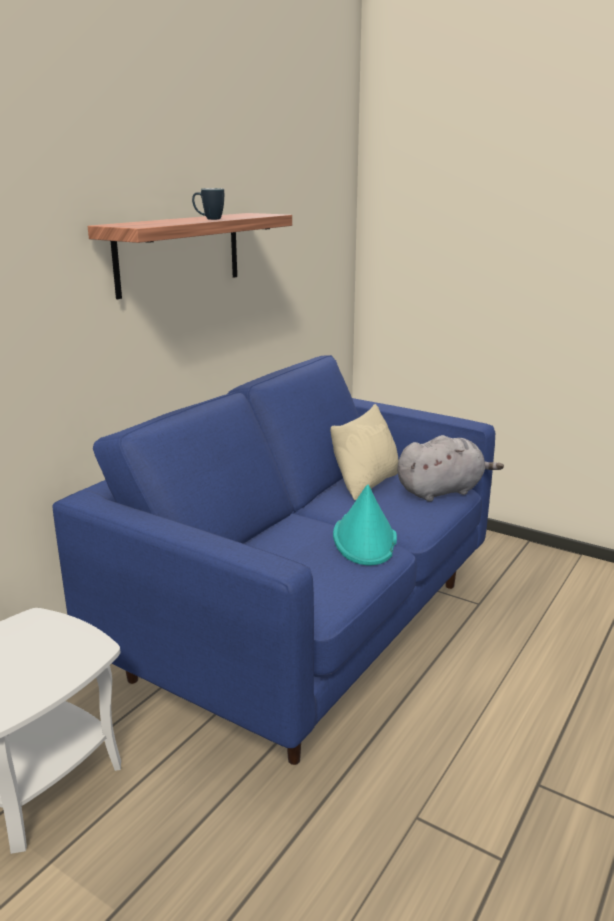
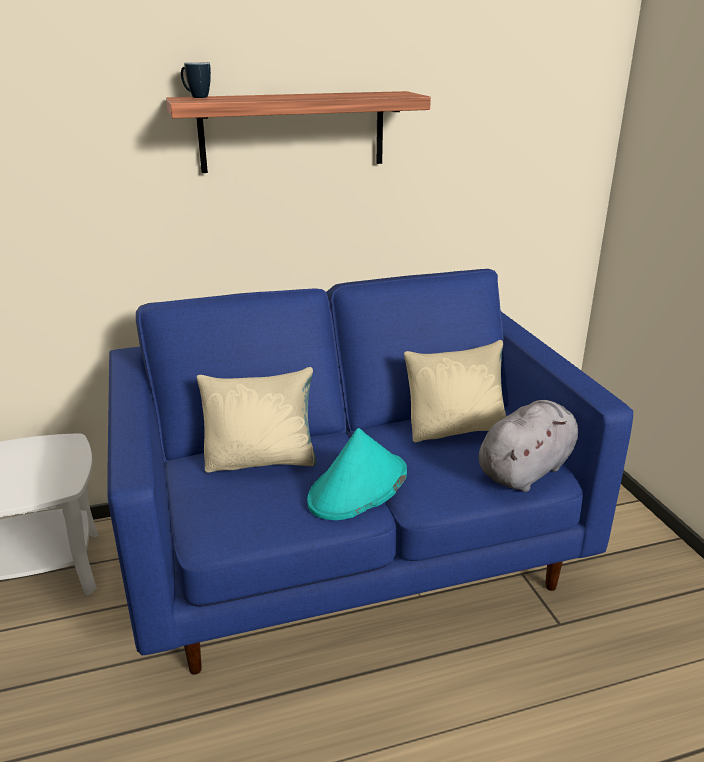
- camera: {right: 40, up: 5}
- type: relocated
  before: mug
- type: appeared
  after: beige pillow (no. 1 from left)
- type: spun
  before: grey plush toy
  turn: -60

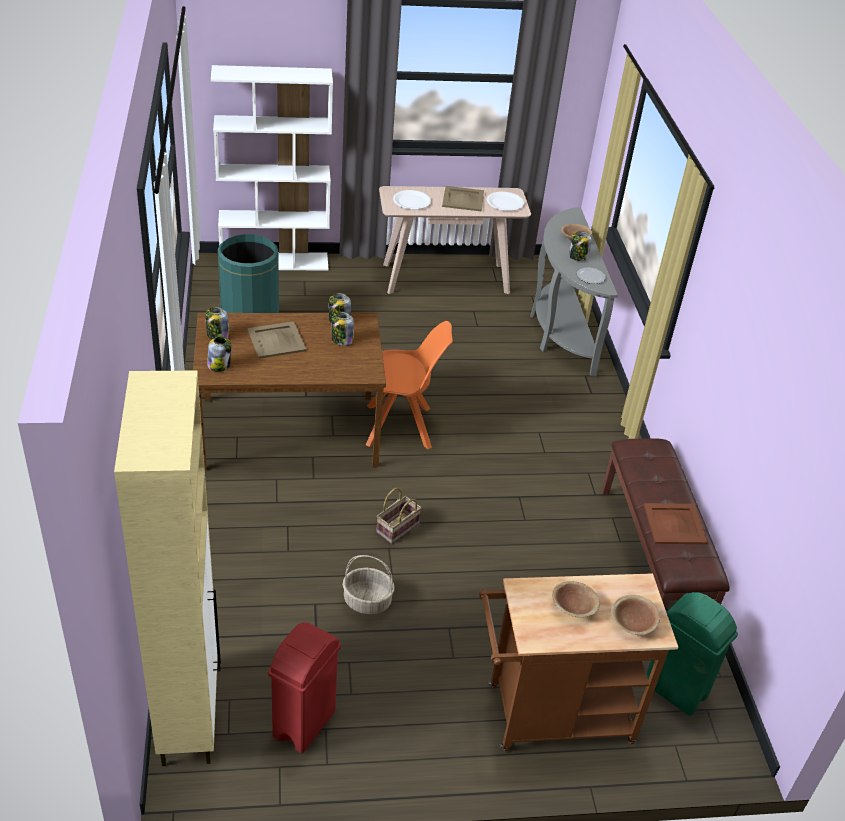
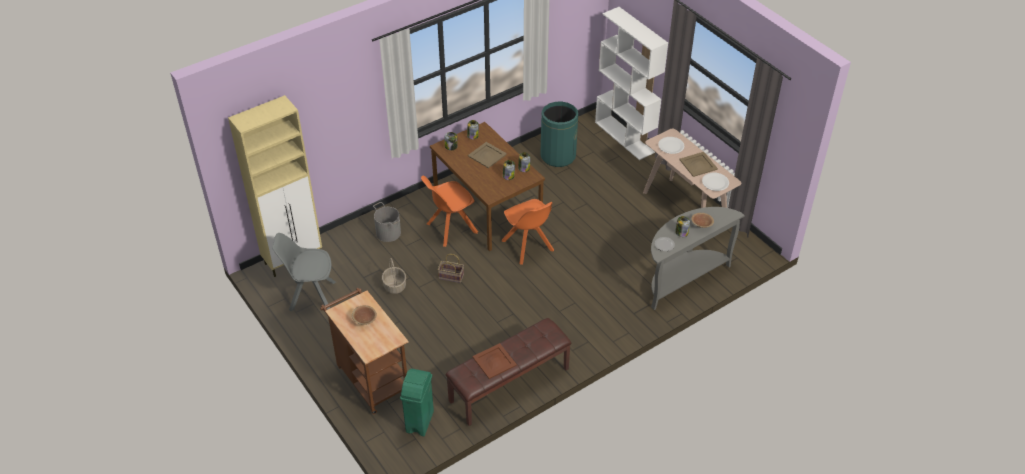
- camera: {right: 65, up: 5}
- type: exchanged
  before: red trash can
  after: grey chair
- type: appeared
  after: grey bucket
- type: appeared
  after: orange chair (no. 1 from left)
- type: missing
  before: brown bowl (no. 3 from left)

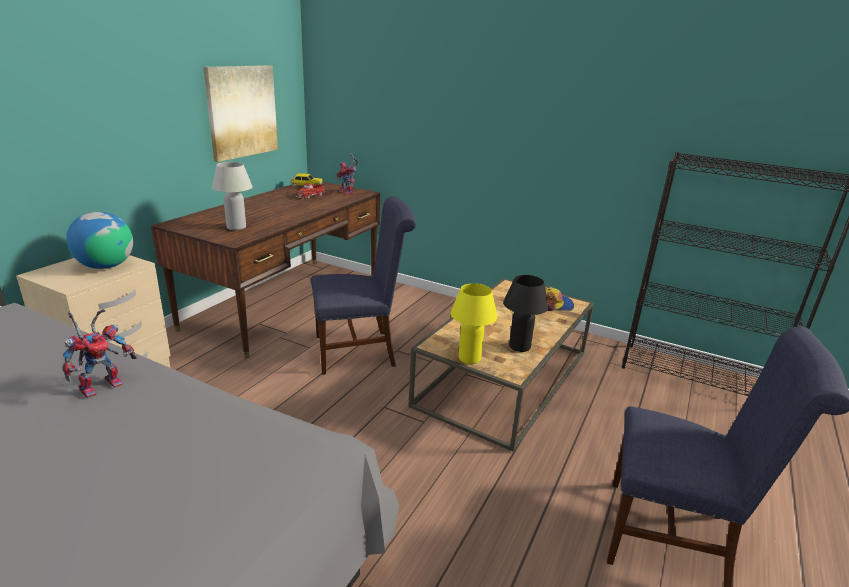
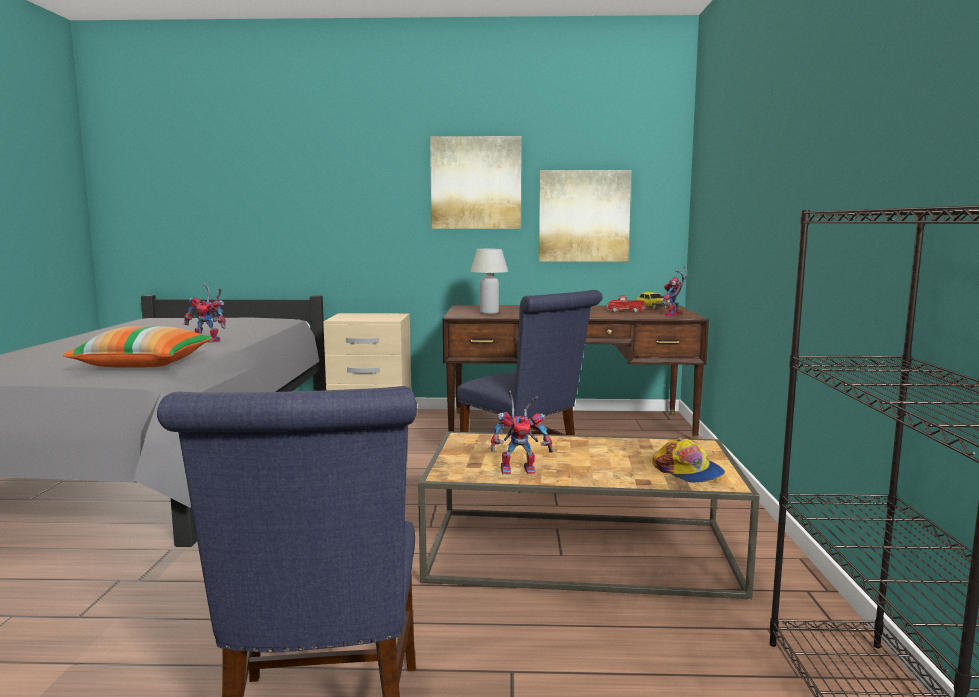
- camera: {right: 65, up: -15}
- type: appeared
  after: pillow
- type: appeared
  after: picture (no. 1 from left)
- type: exchanged
  before: black table lamp
  after: toy robot (no. 2 from left)
- type: missing
  before: globe
- type: missing
  before: yellow table lamp

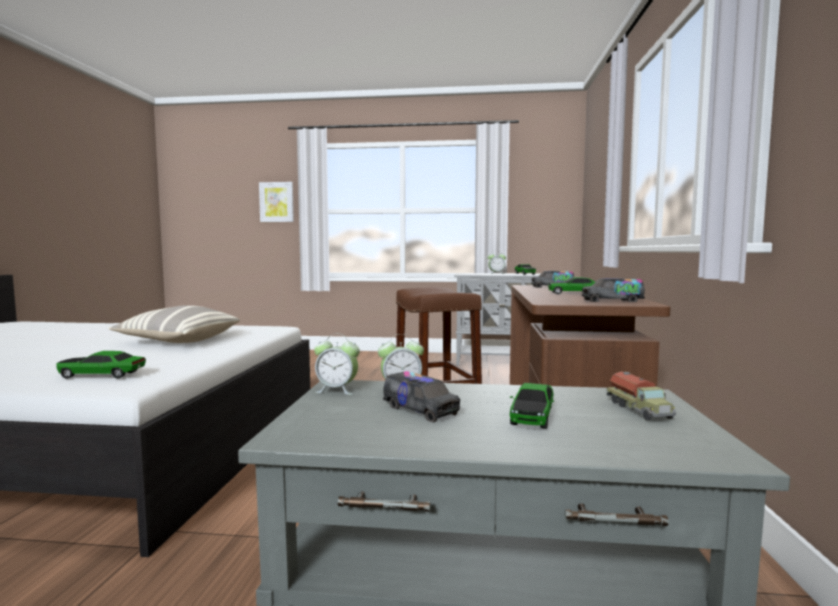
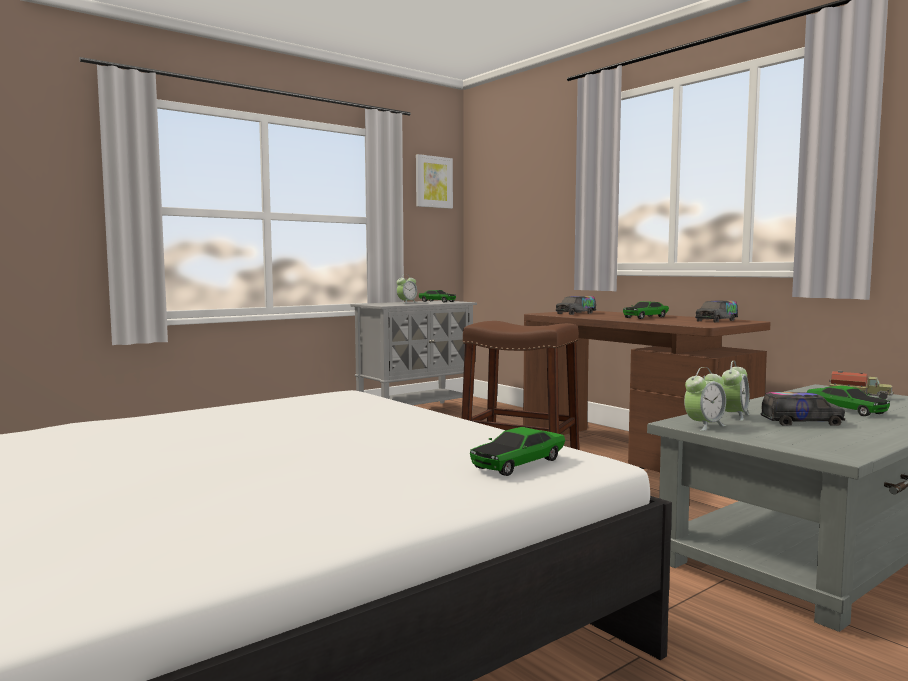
- camera: {right: -45, up: 0}
- type: relocated
  before: picture
- type: missing
  before: pillow

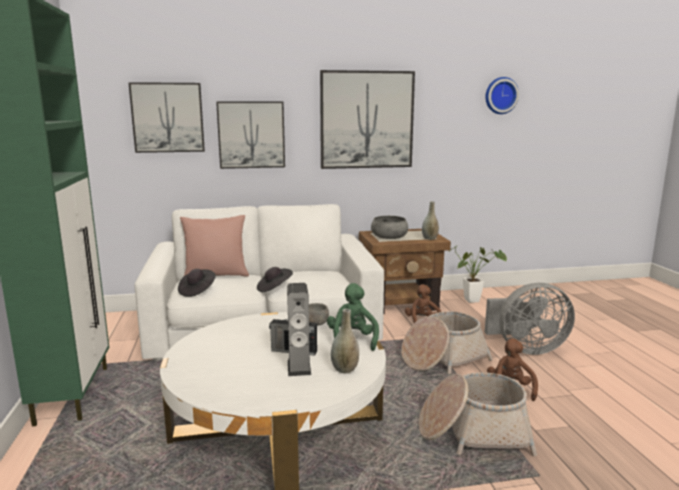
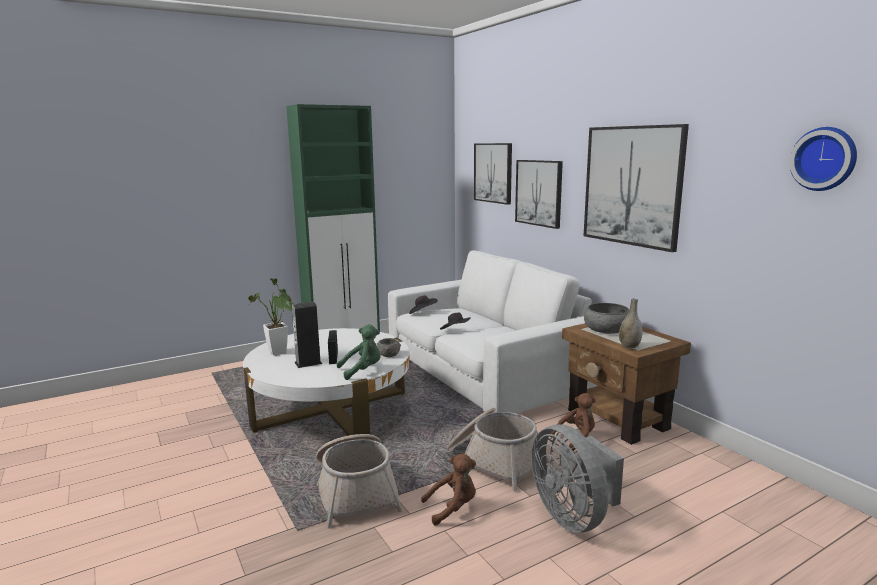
- camera: {right: 70, up: 0}
- type: relocated
  before: potted plant
- type: missing
  before: pink pillow
- type: missing
  before: grey vase (no. 1 from left)

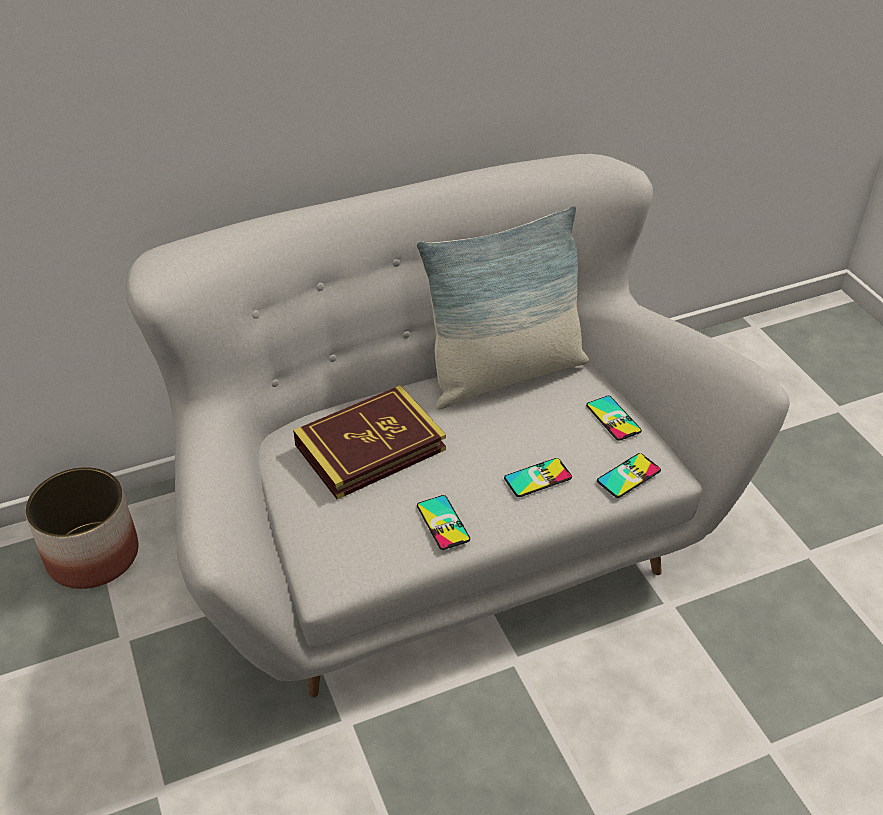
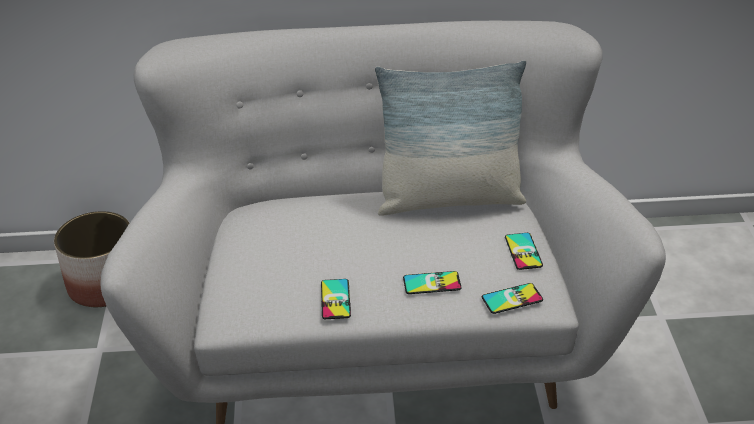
- camera: {right: 20, up: -5}
- type: missing
  before: book

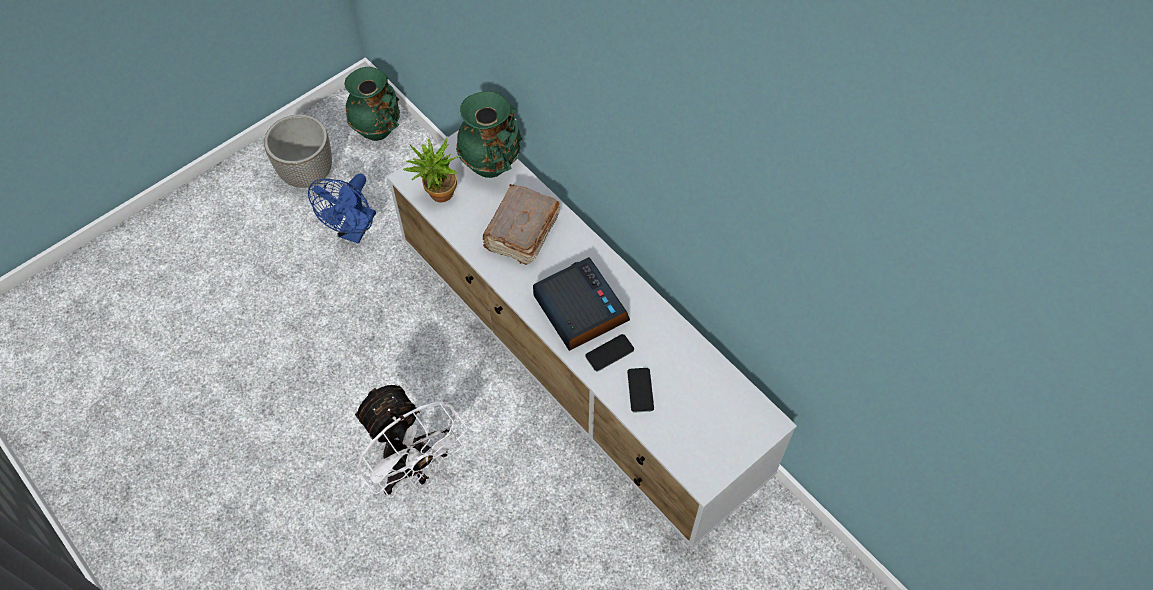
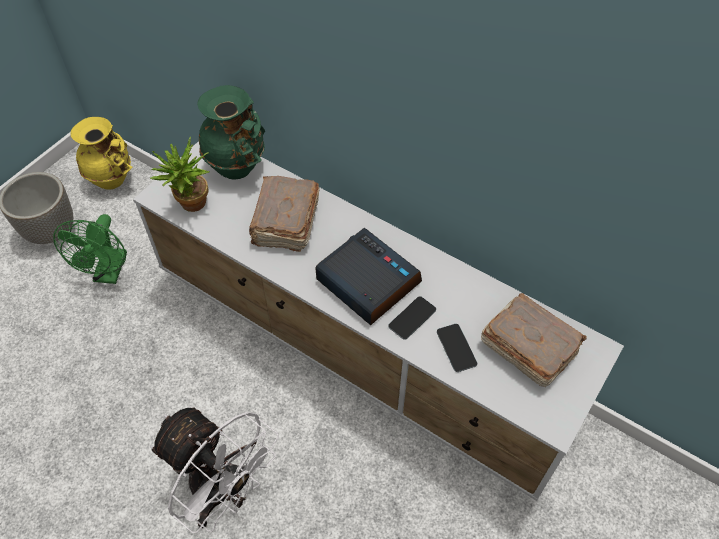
- camera: {right: -15, up: -5}
- type: colour
  before: blue fan
  after: green fan
- type: colour
  before: green vase (no. 1 from left)
  after: yellow vase
- type: appeared
  after: brown book (no. 2 from left)

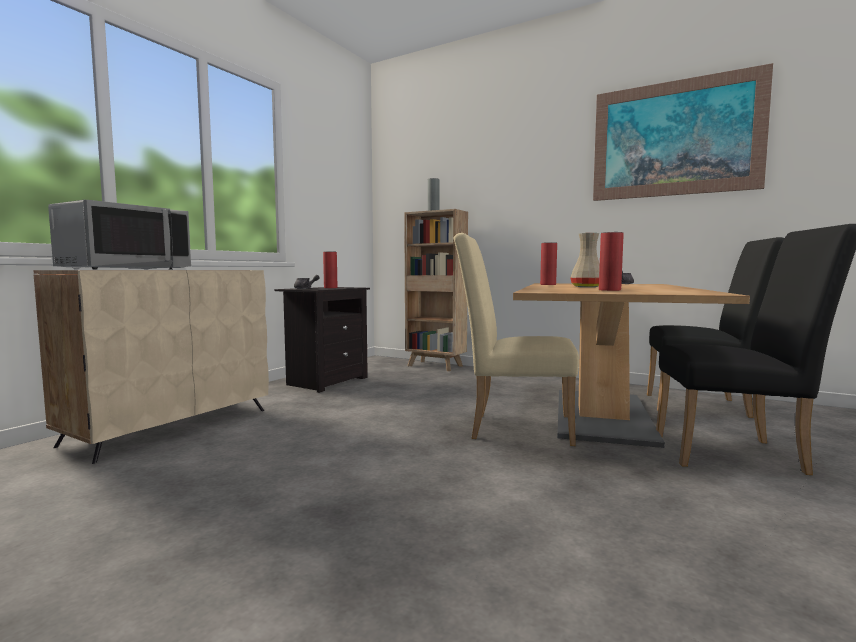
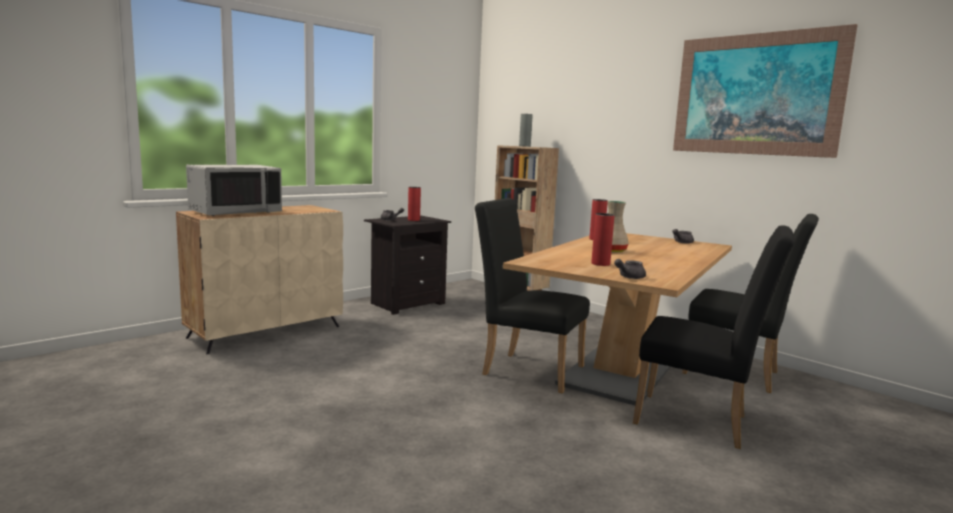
- camera: {right: 15, up: 5}
- type: colour
  before: beige chair
  after: black chair (no. 1 from left)
- type: appeared
  after: grey teapot (no. 2 from left)

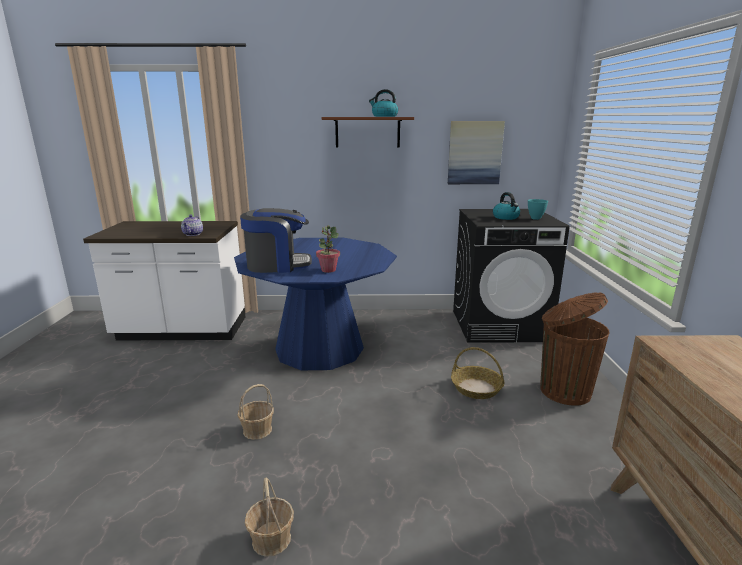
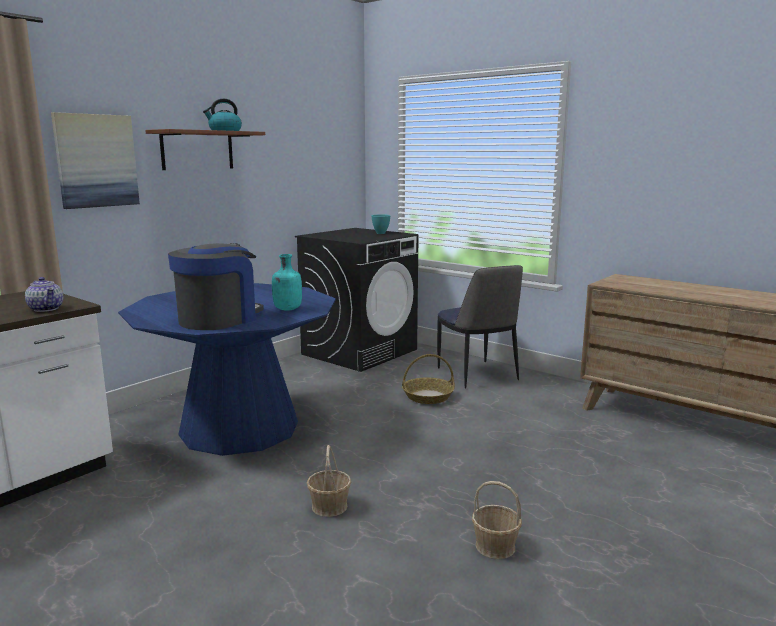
- camera: {right: -50, up: -5}
- type: relocated
  before: picture
- type: exchanged
  before: potted plant
  after: turquoise bottle
- type: exchanged
  before: brown trash can
  after: chair
- type: missing
  before: kettle (no. 2 from left)

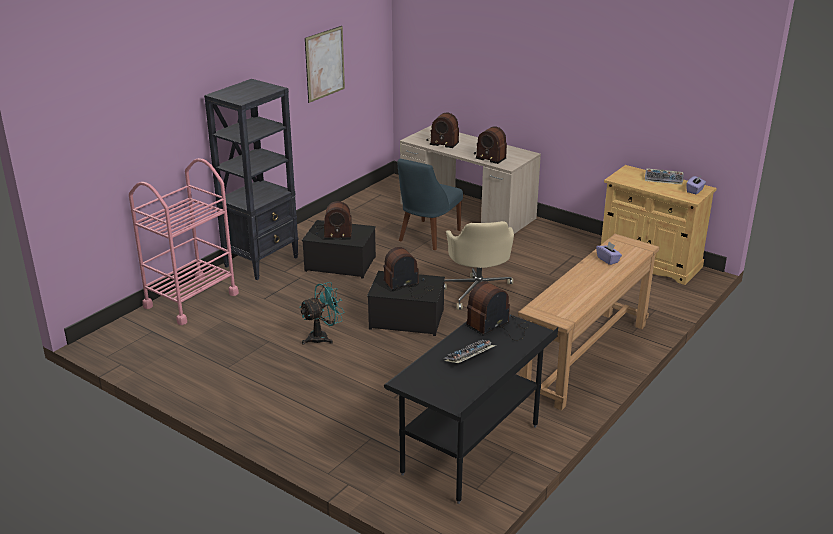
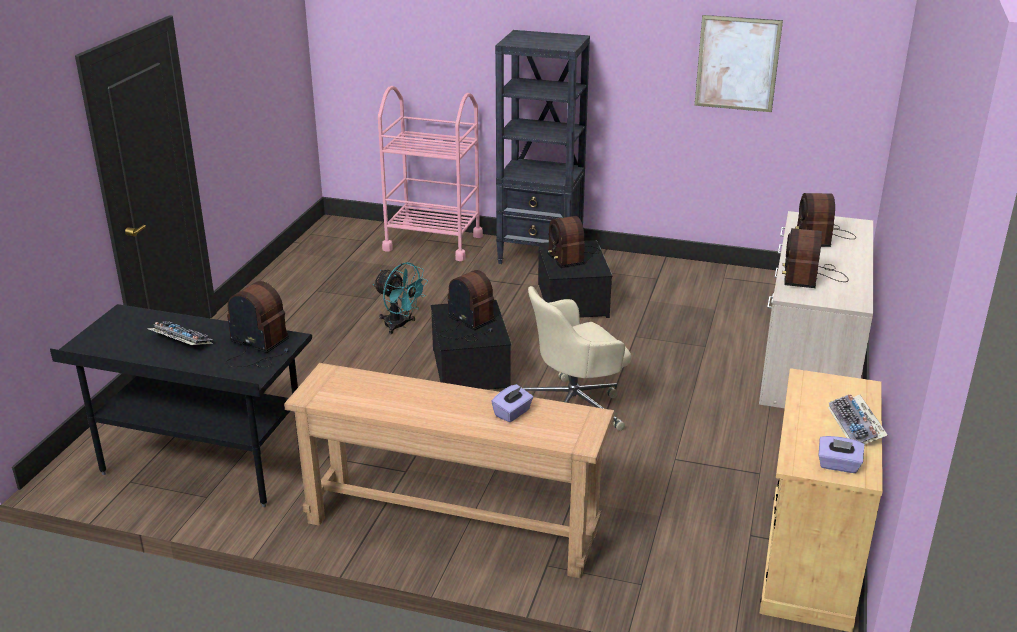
- camera: {right: 70, up: 0}
- type: missing
  before: blue chair

